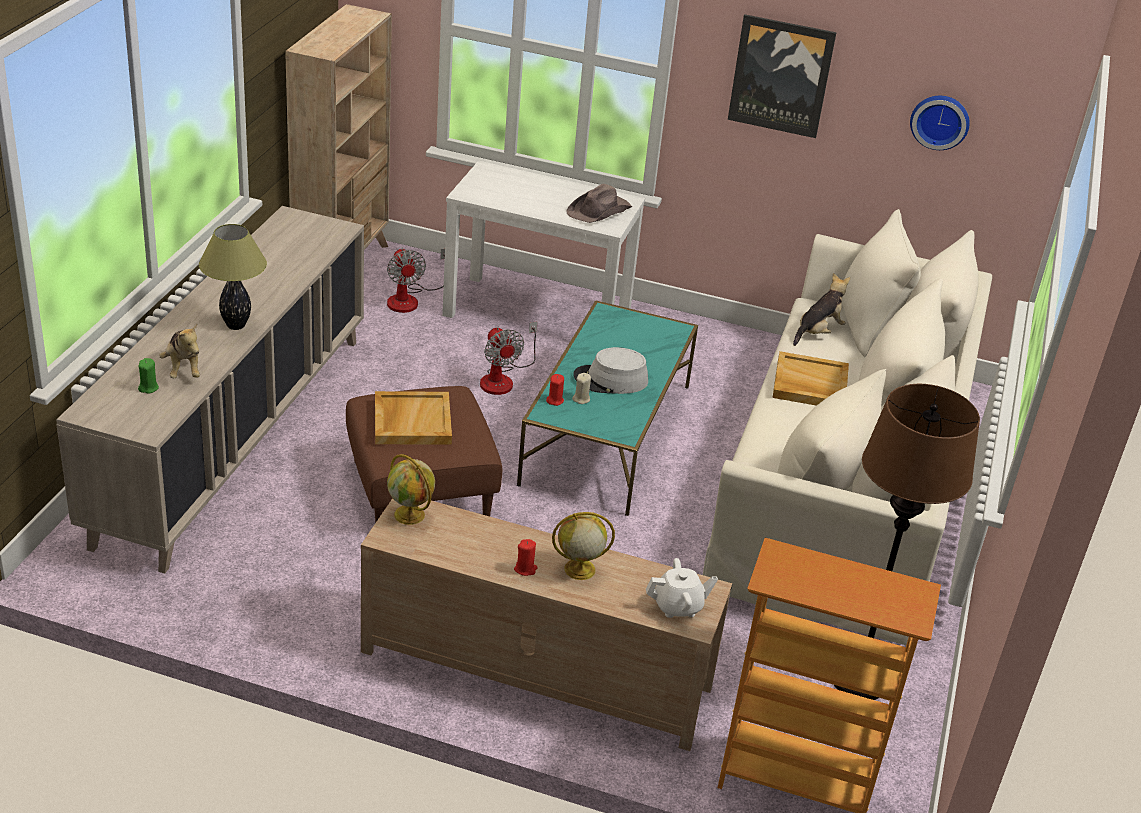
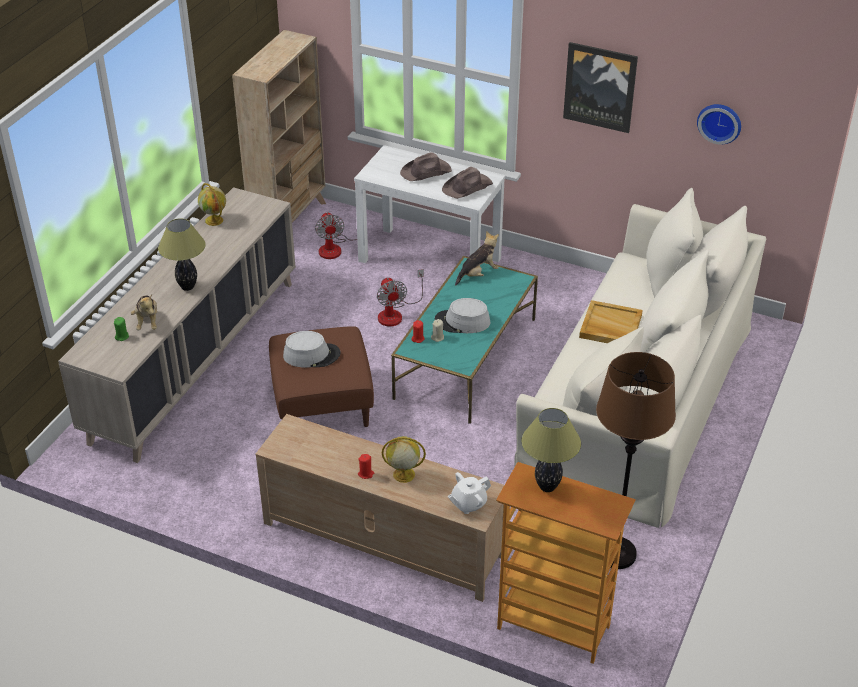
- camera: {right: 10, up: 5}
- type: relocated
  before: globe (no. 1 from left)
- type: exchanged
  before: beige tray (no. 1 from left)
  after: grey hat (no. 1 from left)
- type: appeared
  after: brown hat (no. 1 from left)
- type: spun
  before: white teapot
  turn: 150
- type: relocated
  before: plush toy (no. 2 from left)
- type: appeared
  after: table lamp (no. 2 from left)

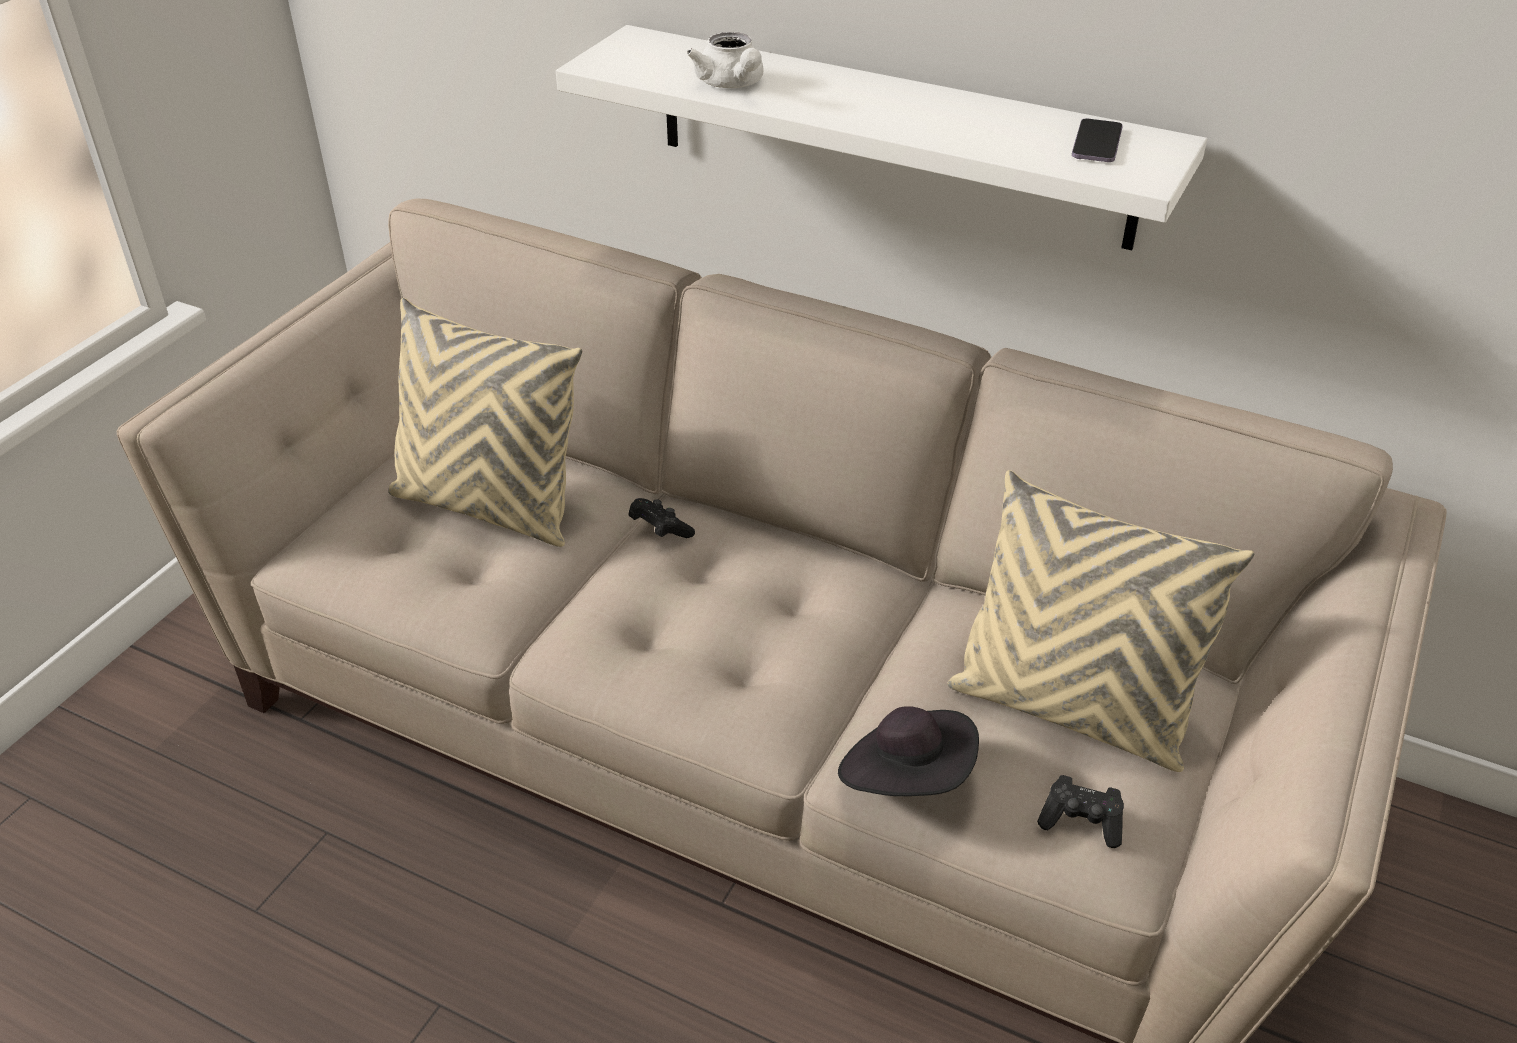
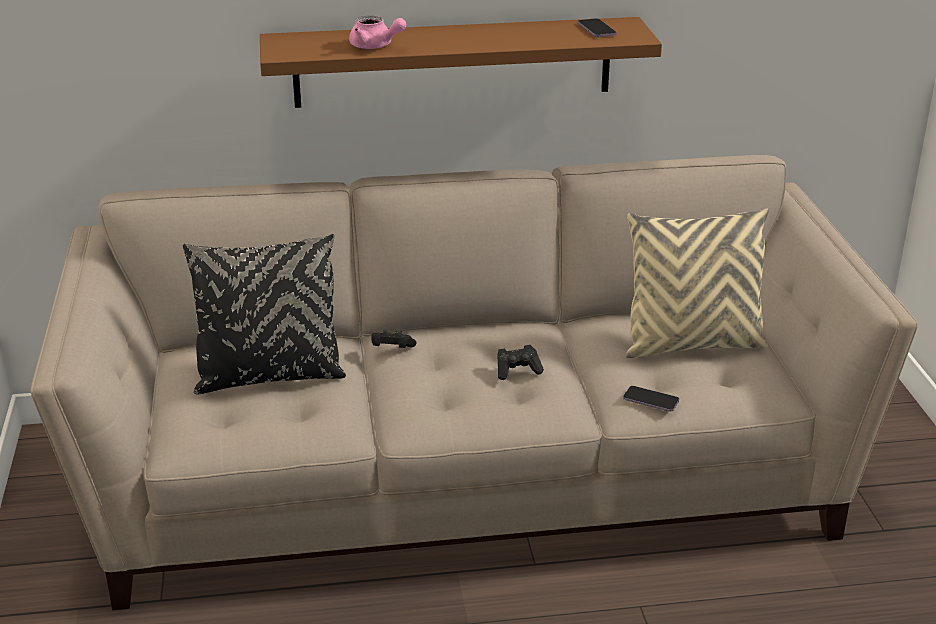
- camera: {right: -35, up: -10}
- type: colour
  before: beige pillow (no. 1 from left)
  after: black pillow
- type: colour
  before: white shelf
  after: brown shelf
- type: colour
  before: white teapot
  after: pink teapot
- type: relocated
  before: black game controller (no. 2 from left)
- type: exchanged
  before: black hat
  after: phone (no. 2 from left)

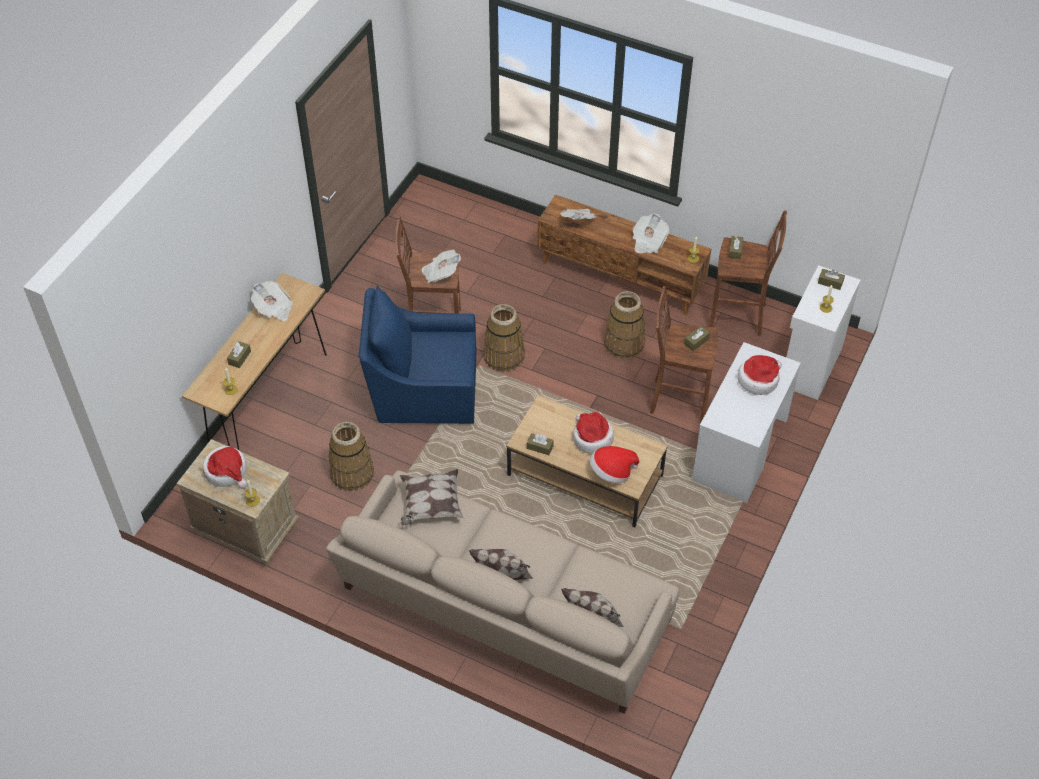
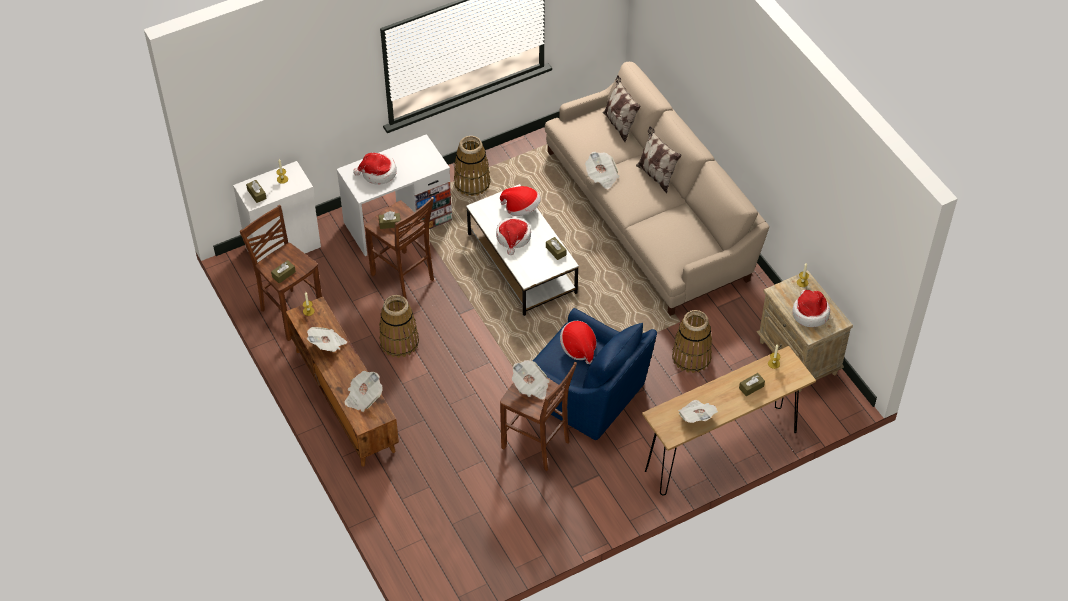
- camera: {right: -145, up: 0}
- type: relocated
  before: basket (no. 2 from left)
- type: colour
  before: brown coffee table
  after: white coffee table
- type: appeared
  after: hat (no. 4 from left)
- type: appeared
  after: newspaper (no. 4 from left)
- type: missing
  before: pillow (no. 1 from left)

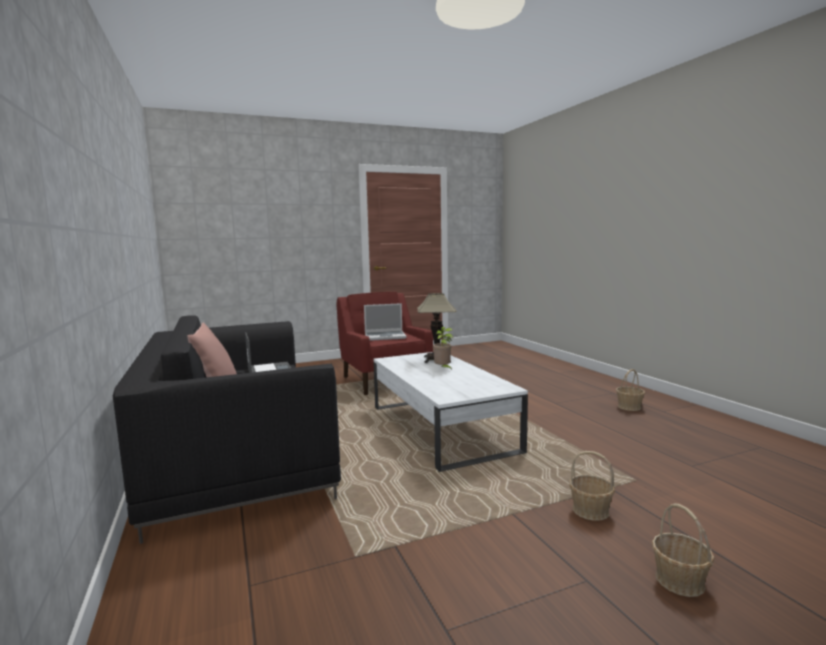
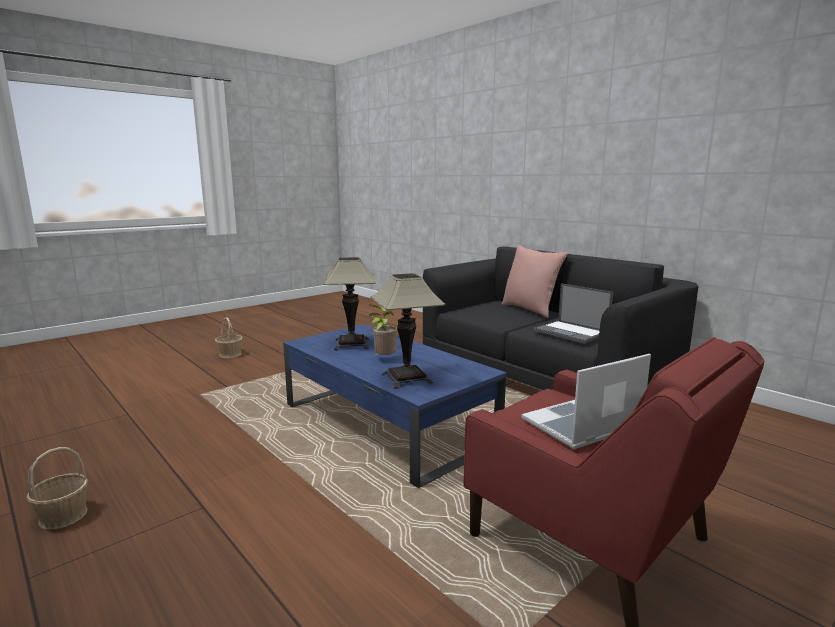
- camera: {right: 160, up: 5}
- type: colour
  before: white coffee table
  after: blue coffee table
- type: appeared
  after: table lamp (no. 1 from left)
- type: missing
  before: basket (no. 1 from left)

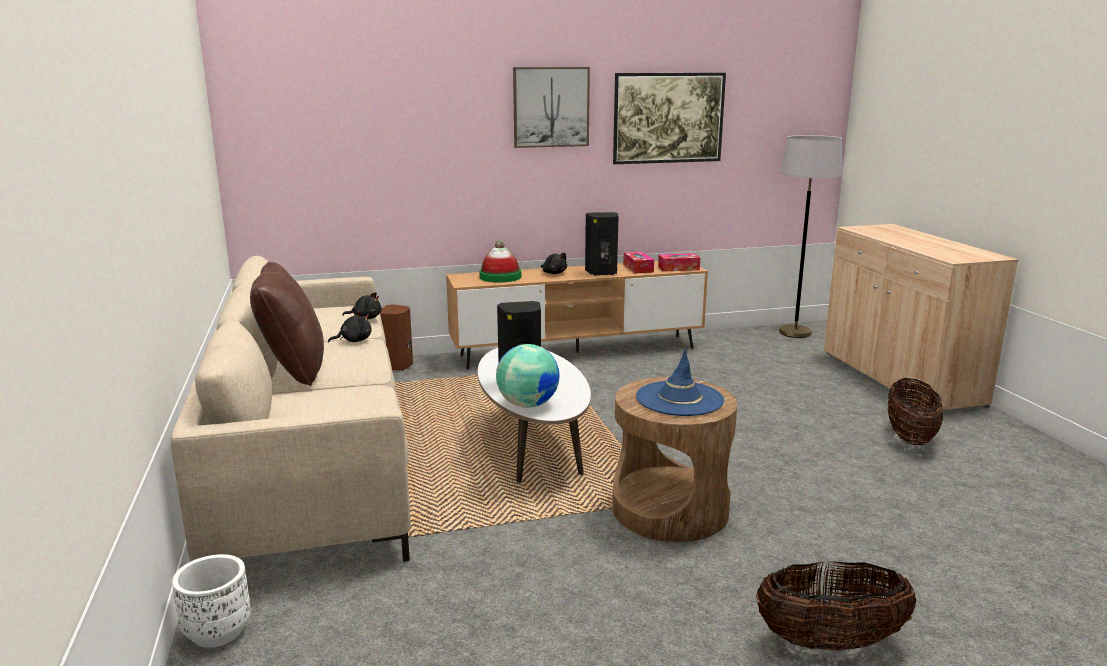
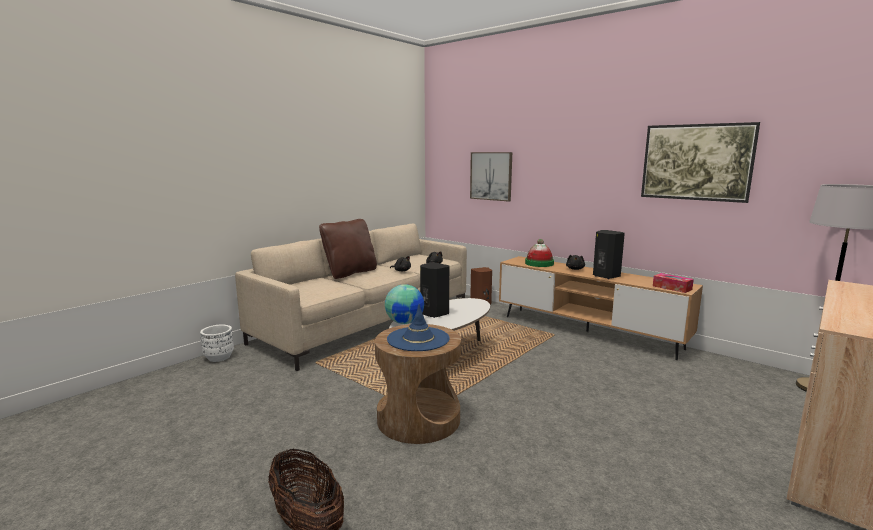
- camera: {right: 55, up: -5}
- type: relocated
  before: picture (no. 1 from left)
- type: missing
  before: tissue box (no. 1 from left)
- type: missing
  before: basket (no. 2 from left)

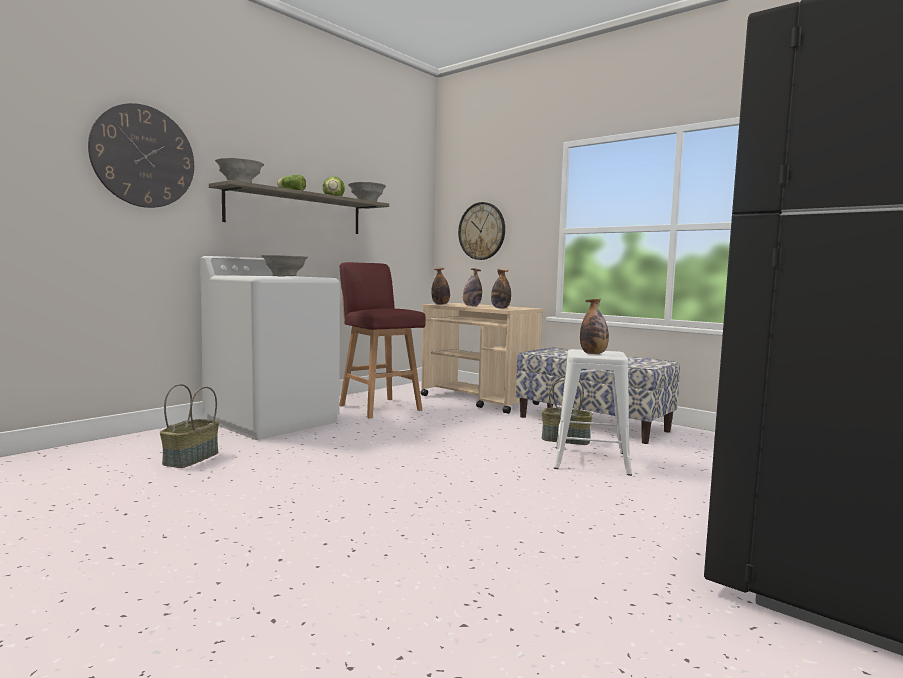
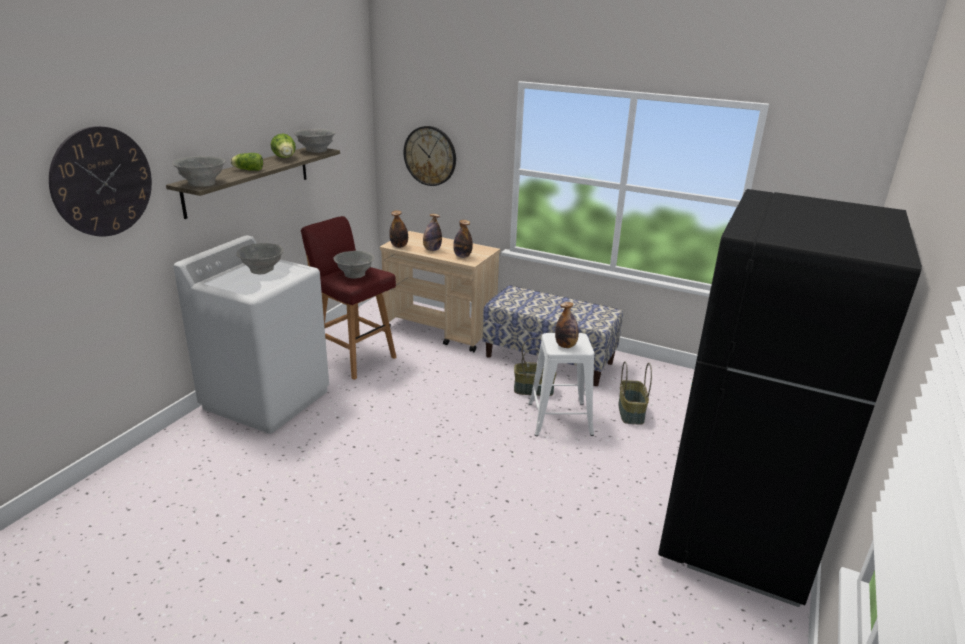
- camera: {right: -15, up: 20}
- type: appeared
  after: grey bowl (no. 4 from left)
- type: relocated
  before: basket (no. 1 from left in the first image)
  after: basket (no. 2 from left)

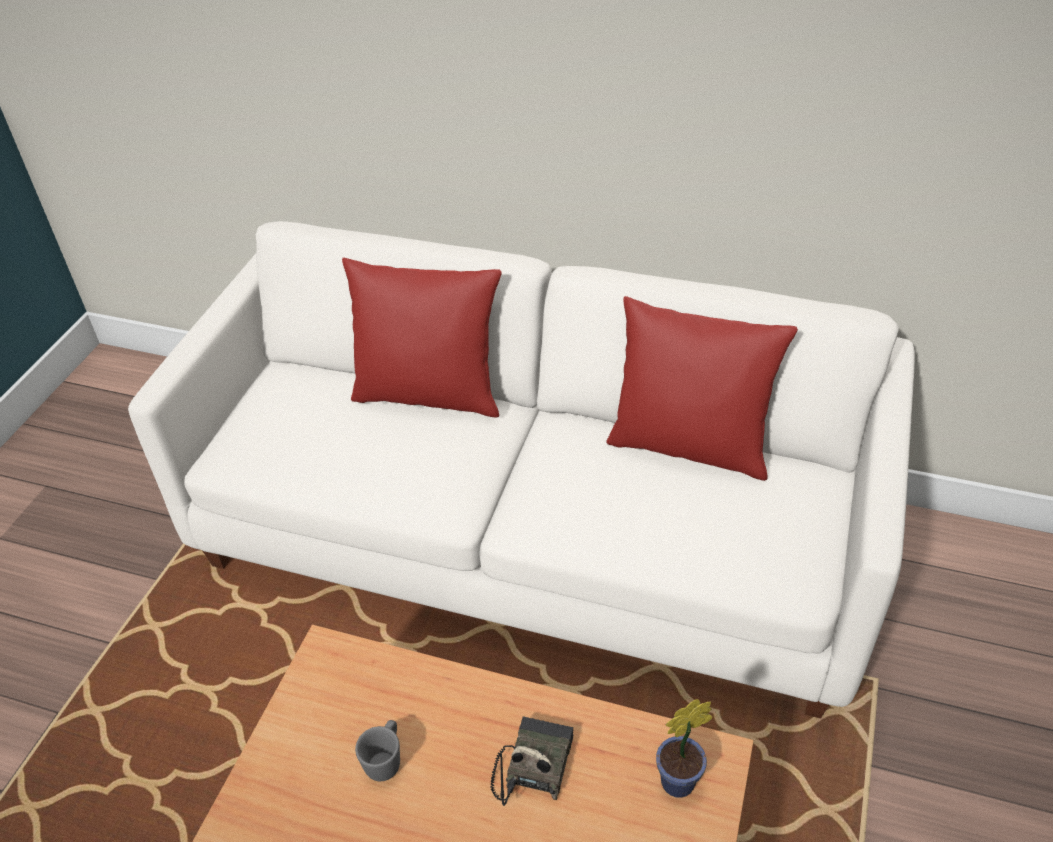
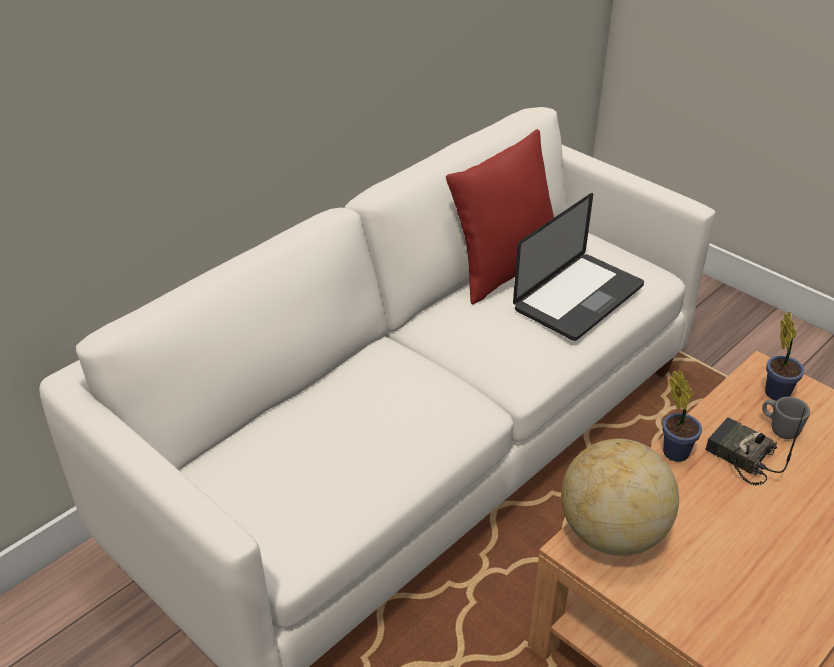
- camera: {right: -65, up: -5}
- type: appeared
  after: laptop
- type: appeared
  after: globe
- type: appeared
  after: potted plant (no. 1 from left)
- type: relocated
  before: grey mug
- type: missing
  before: red pillow (no. 1 from left)

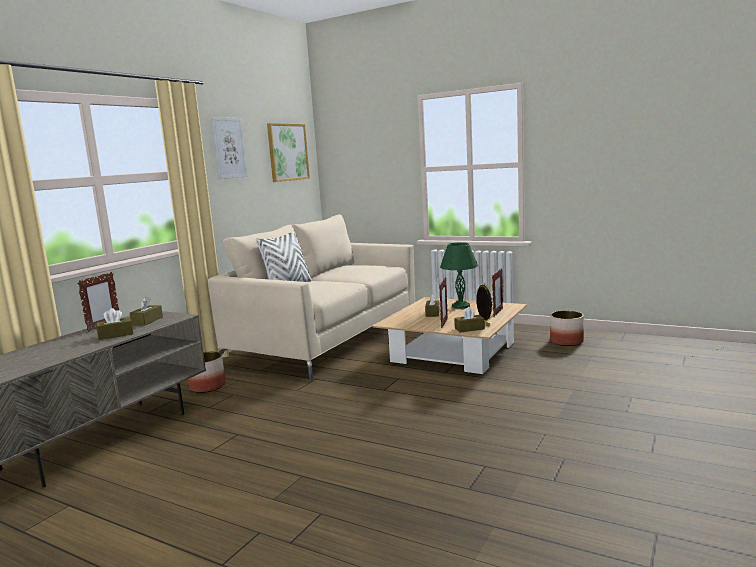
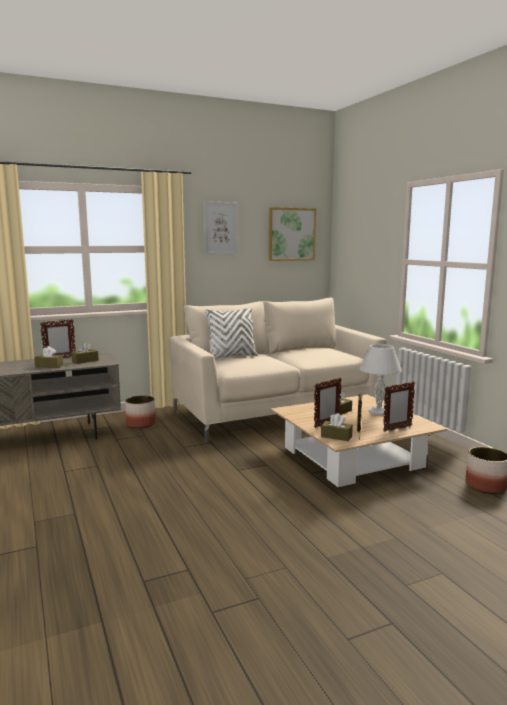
- camera: {right: 35, up: 0}
- type: colour
  before: green table lamp
  after: white table lamp

